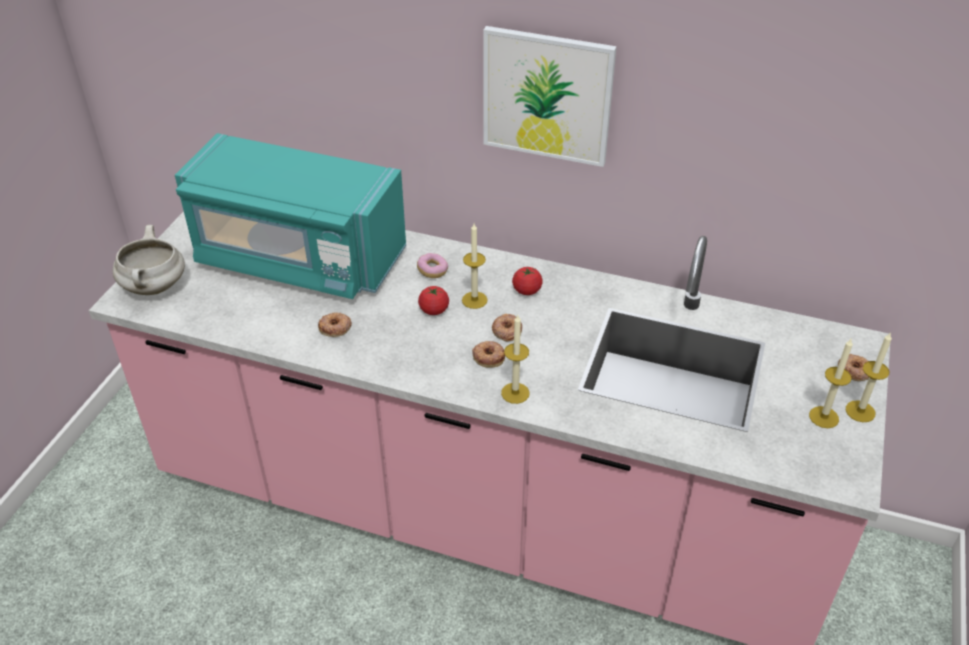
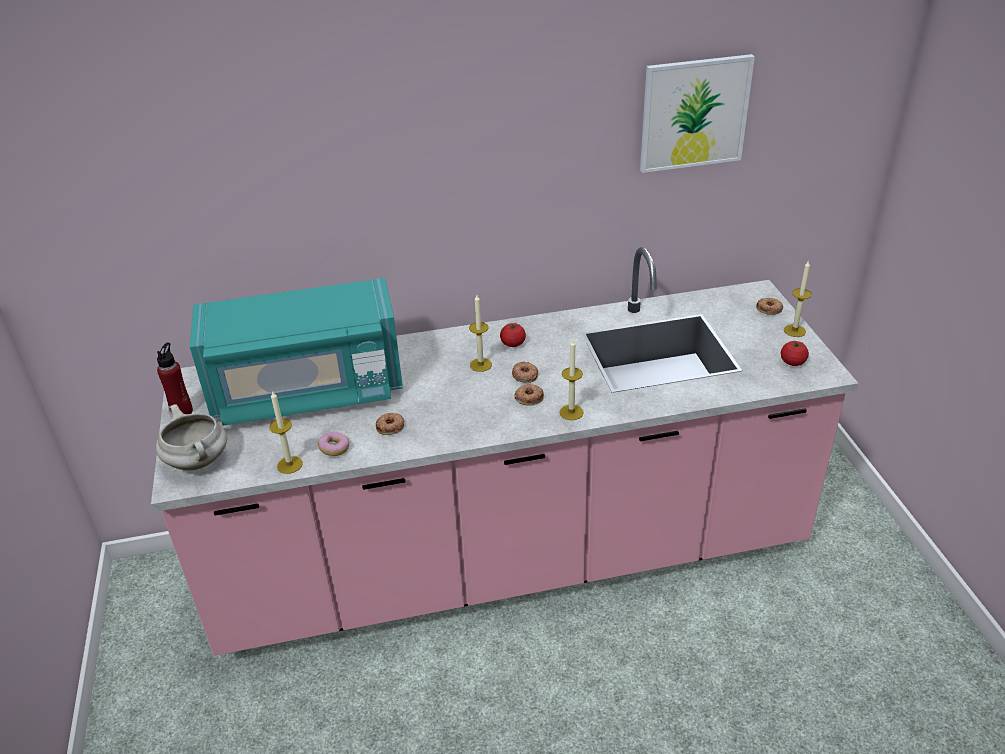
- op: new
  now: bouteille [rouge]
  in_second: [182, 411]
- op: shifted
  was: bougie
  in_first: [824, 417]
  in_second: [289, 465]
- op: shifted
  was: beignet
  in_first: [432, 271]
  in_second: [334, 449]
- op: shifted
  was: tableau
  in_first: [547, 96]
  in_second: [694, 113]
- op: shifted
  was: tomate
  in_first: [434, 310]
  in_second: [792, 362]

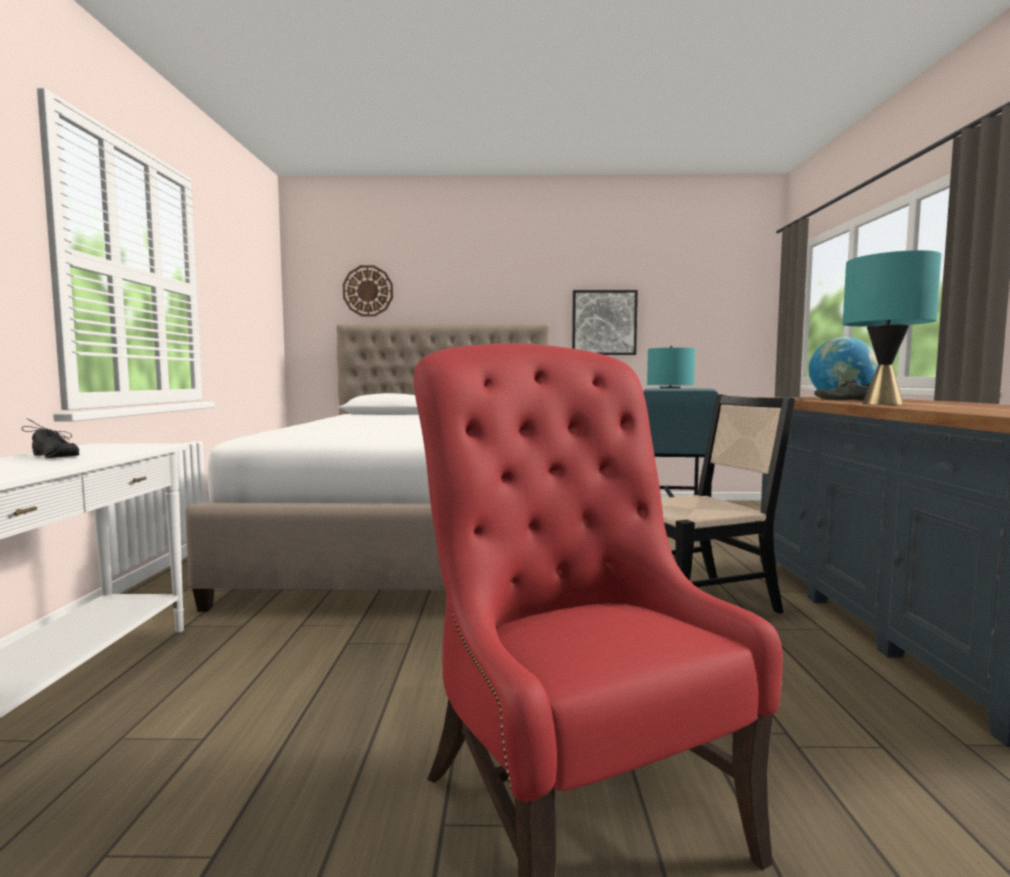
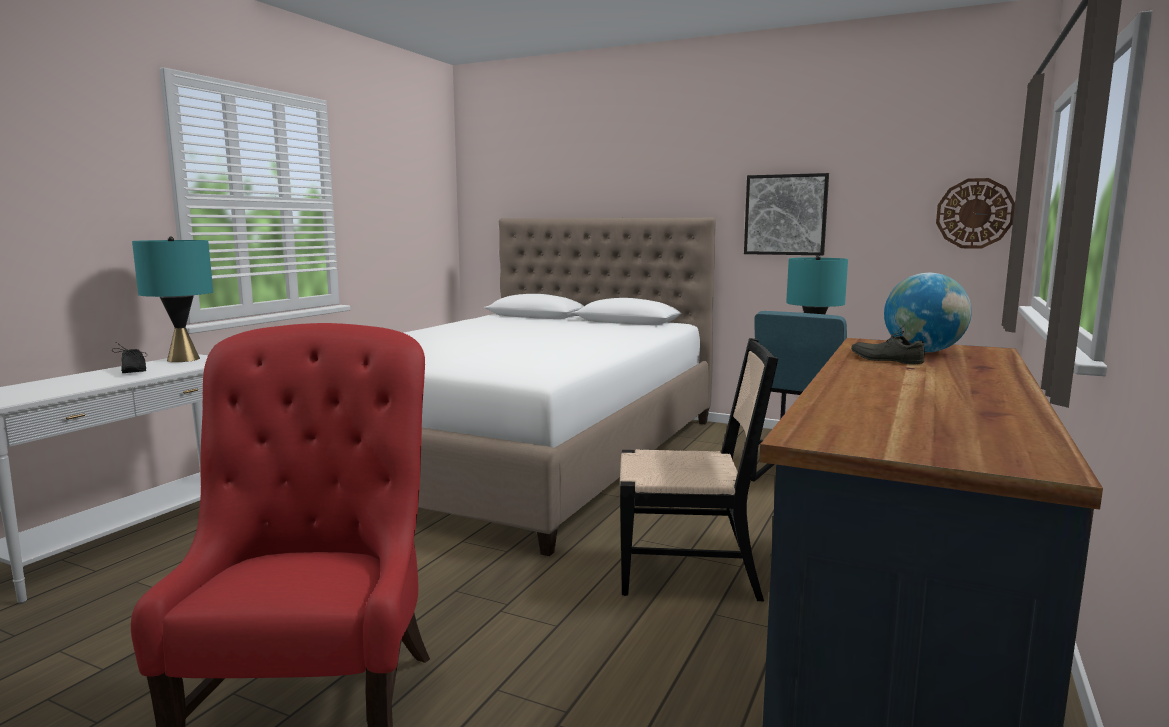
- op: shifted
  was: lampe de table [turquoise]
  in_first: [882, 404]
  in_second: [183, 359]
- op: shifted
  was: horloge murale
  in_first: [368, 291]
  in_second: [974, 213]

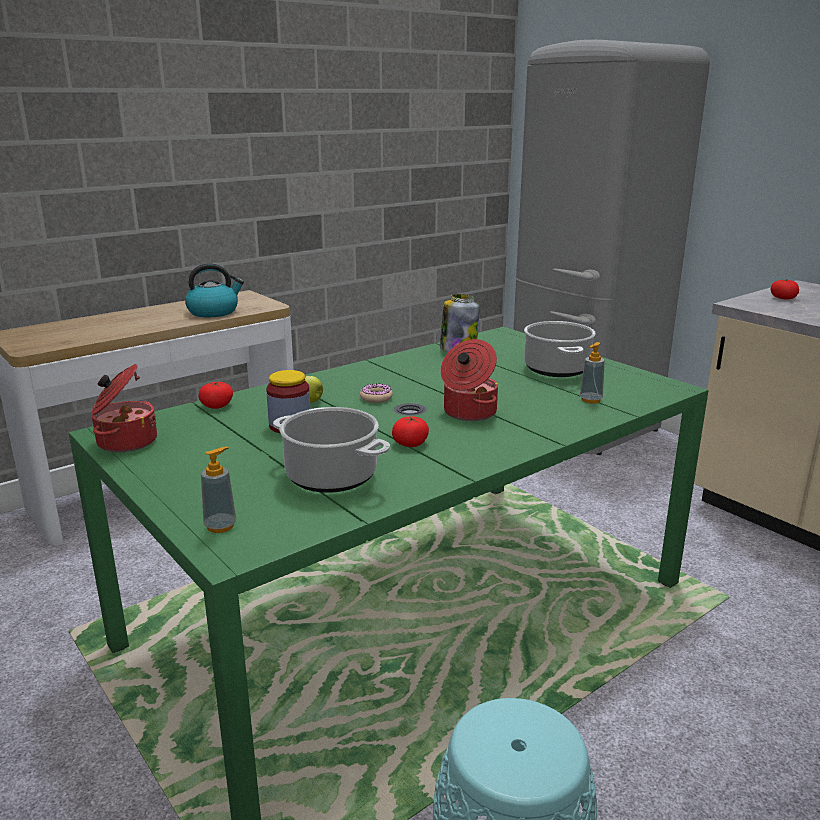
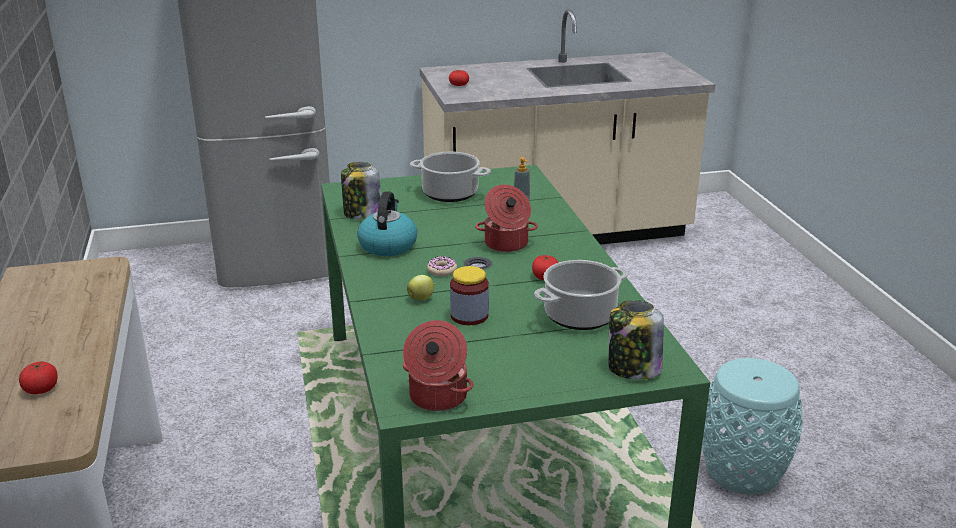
- op: shifted
  was: tomate
  in_first: [217, 405]
  in_second: [41, 388]
- op: shifted
  was: bouilloire
  in_first: [214, 312]
  in_second: [388, 245]
- op: swapped
  was: distributeur de savon
  now: bocal
  in_first: [220, 526]
  in_second: [633, 369]

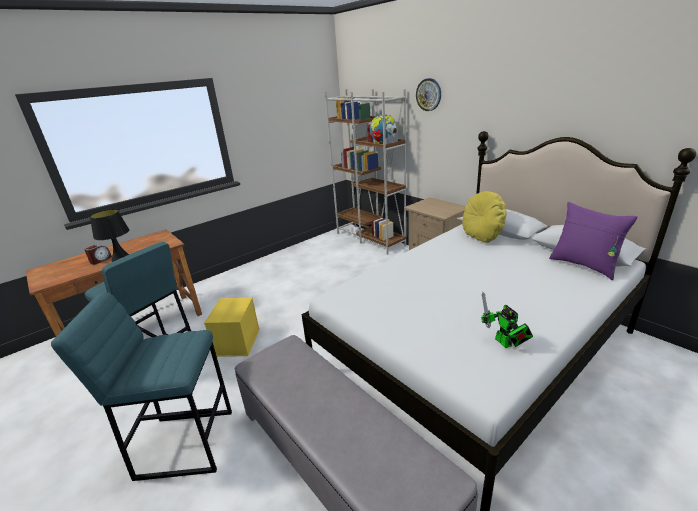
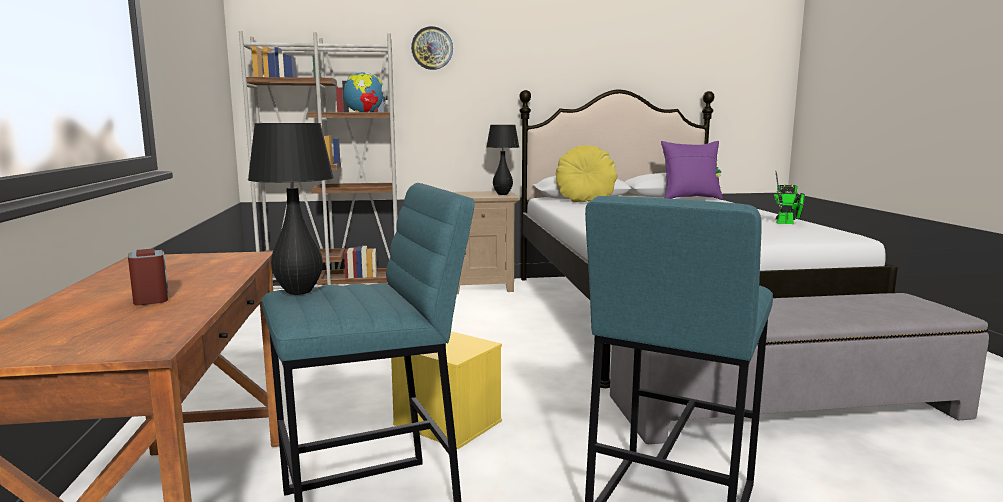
- op: new
  now: lampe de table [noir]
  in_second: [502, 194]

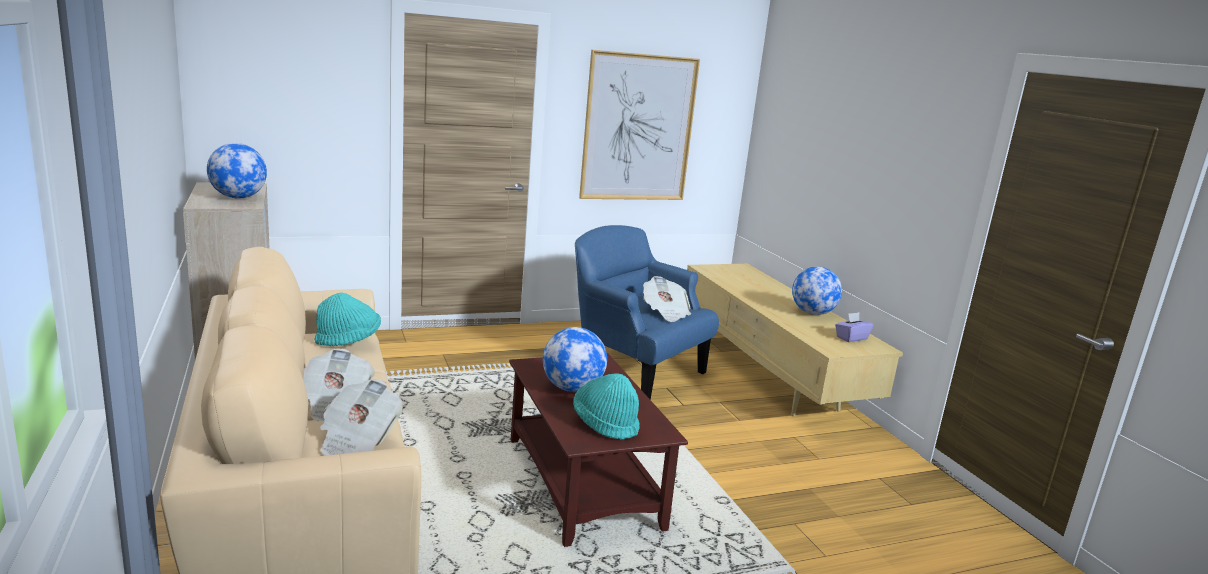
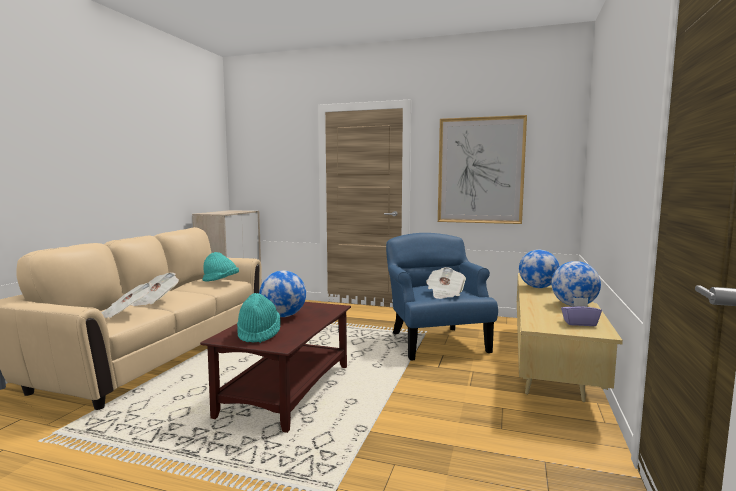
- op: shifted
  was: globe
  in_first: [238, 197]
  in_second: [537, 287]

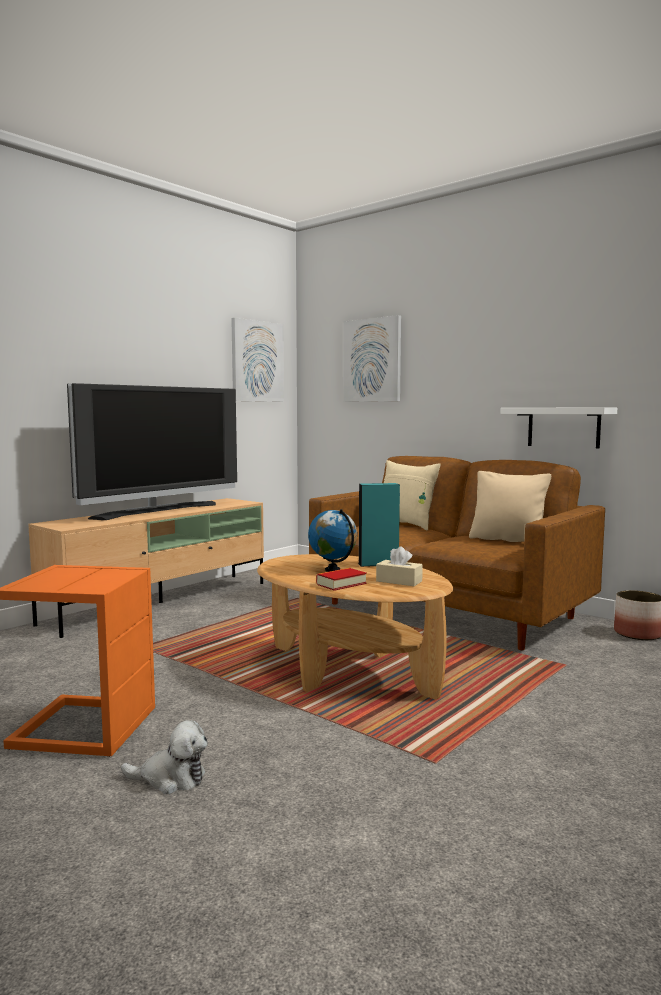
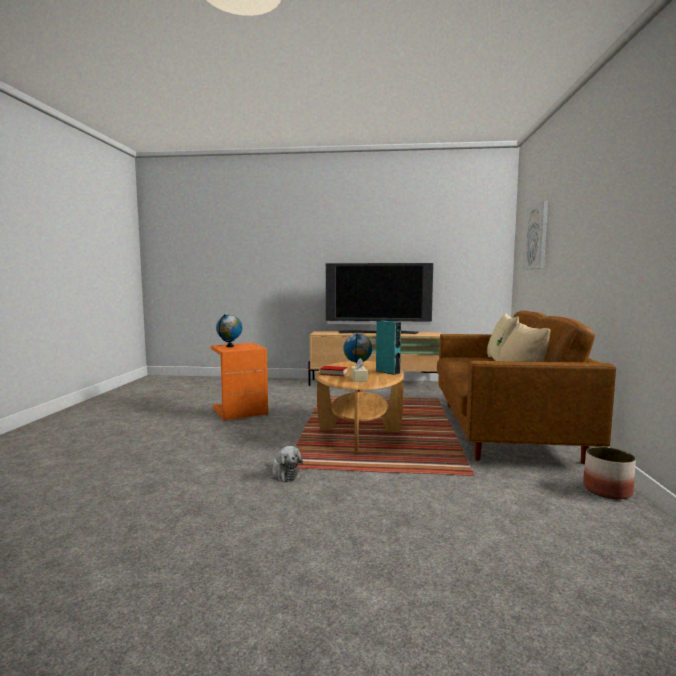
- op: new
  now: globe
  in_second: [230, 346]
- op: shifted
  was: peluche
  in_first: [170, 778]
  in_second: [285, 474]
- op: gone
  was: tableau
  in_first: [257, 361]
- op: gone
  was: étagère [blanc]
  in_first: [563, 427]

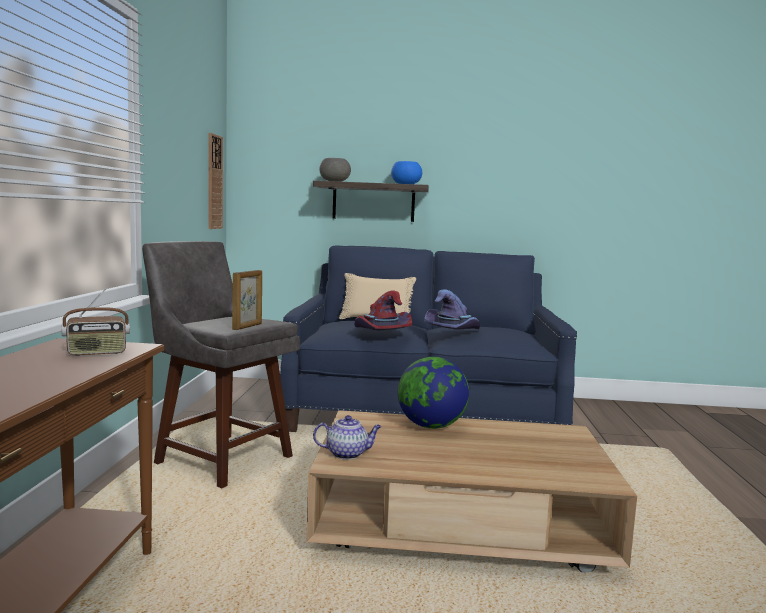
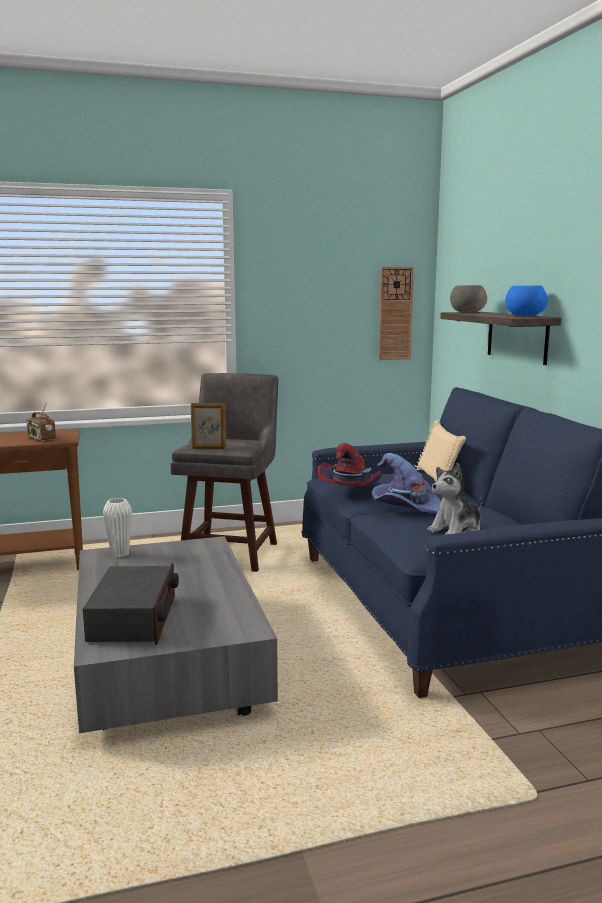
- op: repainted
  was: table basse [marron]
  now: table basse [gris]
  in_first: [459, 525]
  in_second: [167, 659]
- op: new
  now: radio
  in_second: [134, 618]
- op: swapped
  was: théière
  now: vase [blanc]
  in_first: [347, 454]
  in_second: [120, 554]
- op: new
  now: peluche
  in_second: [456, 530]
- op: gone
  was: globe
  in_first: [431, 426]

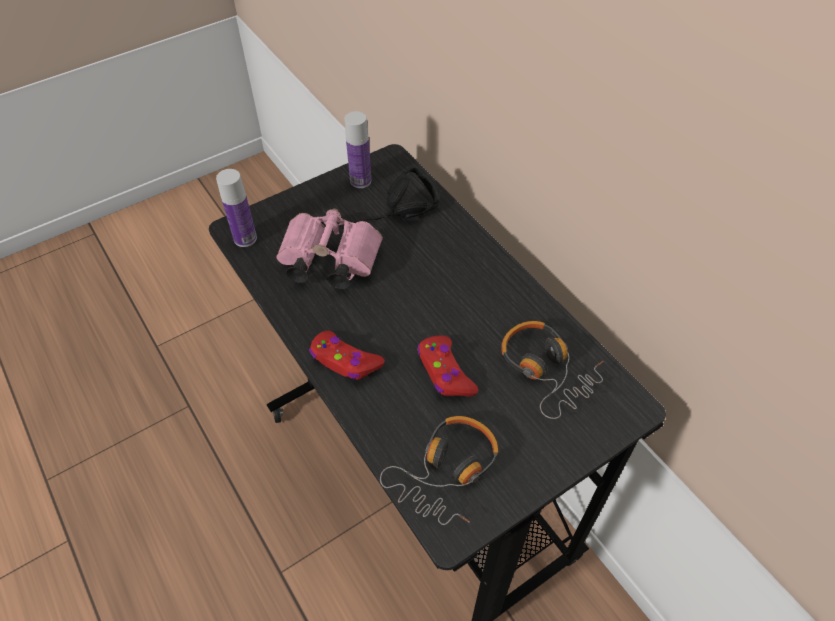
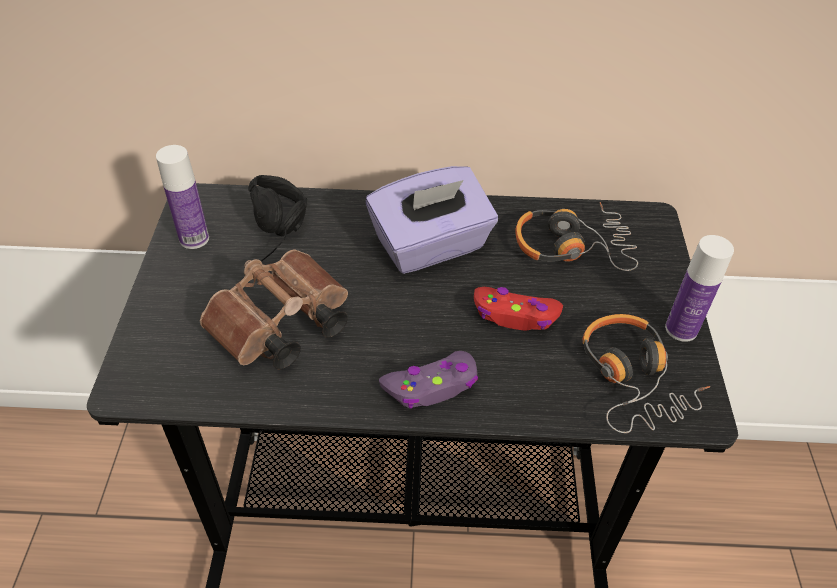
- op: repainted
  was: jumelles [rose]
  now: jumelles [marron]
  in_first: [327, 262]
  in_second: [279, 329]
- op: new
  now: boîte à mouchoirs [violet]
  in_second: [431, 246]
- op: repainted
  was: manette [rouge]
  now: manette [violet]
  in_first: [345, 361]
  in_second: [432, 386]
- op: shifted
  was: bouteille
  in_first: [245, 238]
  in_second: [681, 329]

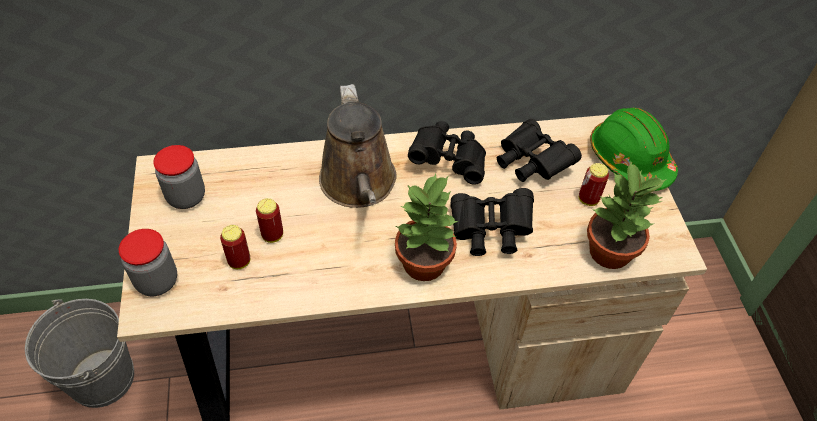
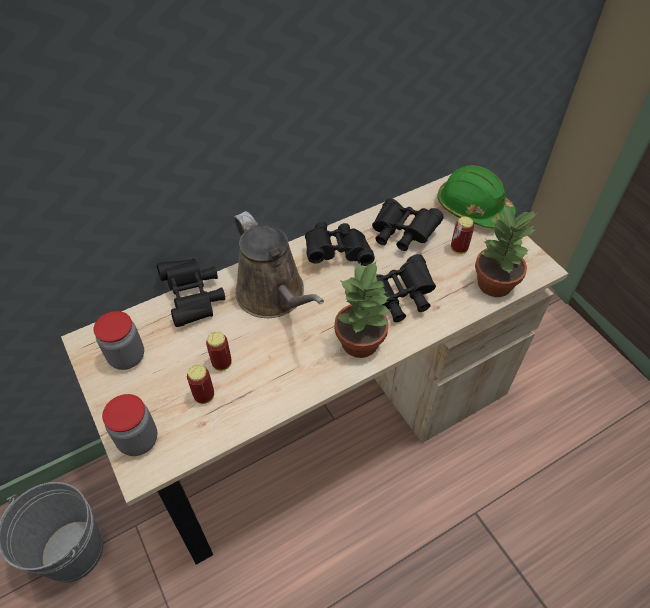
- op: new
  now: jumelles [noir]
  in_second: [194, 299]

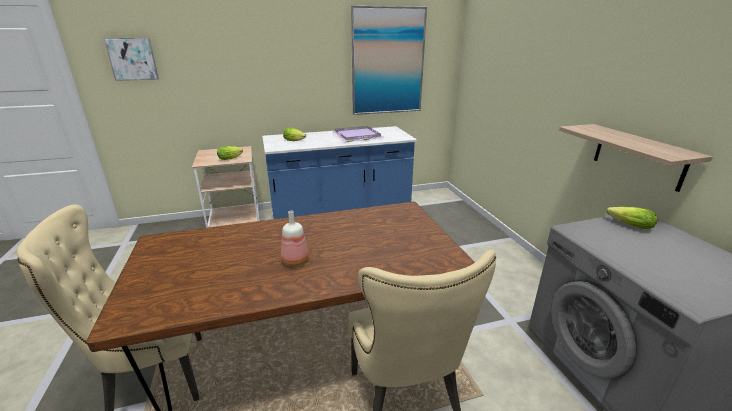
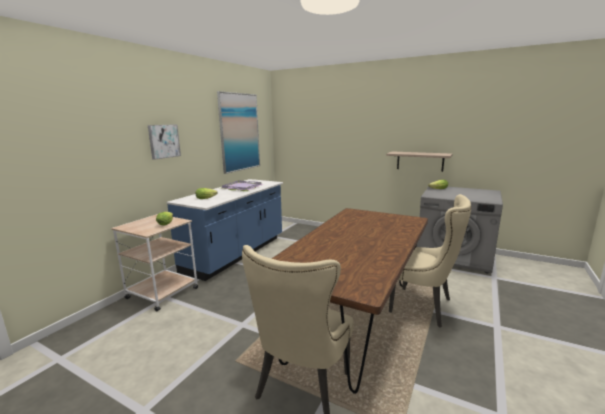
- op: shifted
  was: tableau
  in_first: [132, 59]
  in_second: [163, 141]
- op: gone
  was: bouteille
  in_first: [294, 261]

